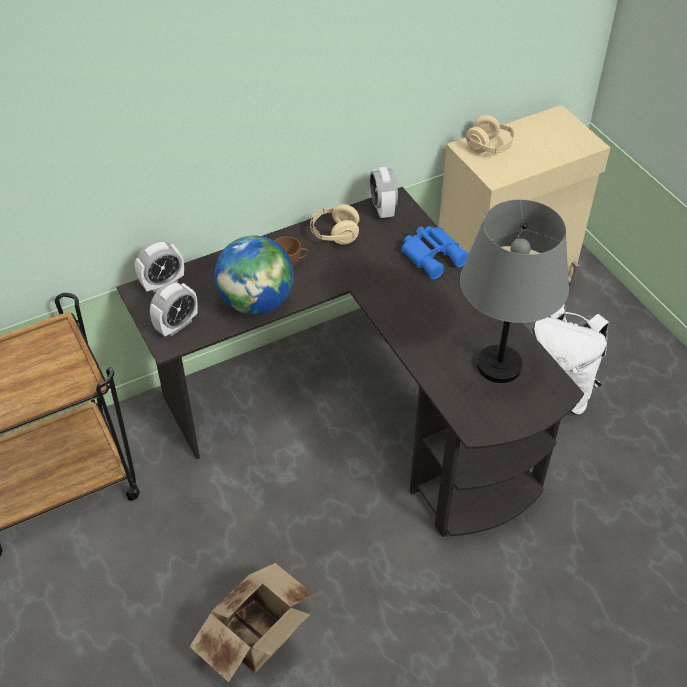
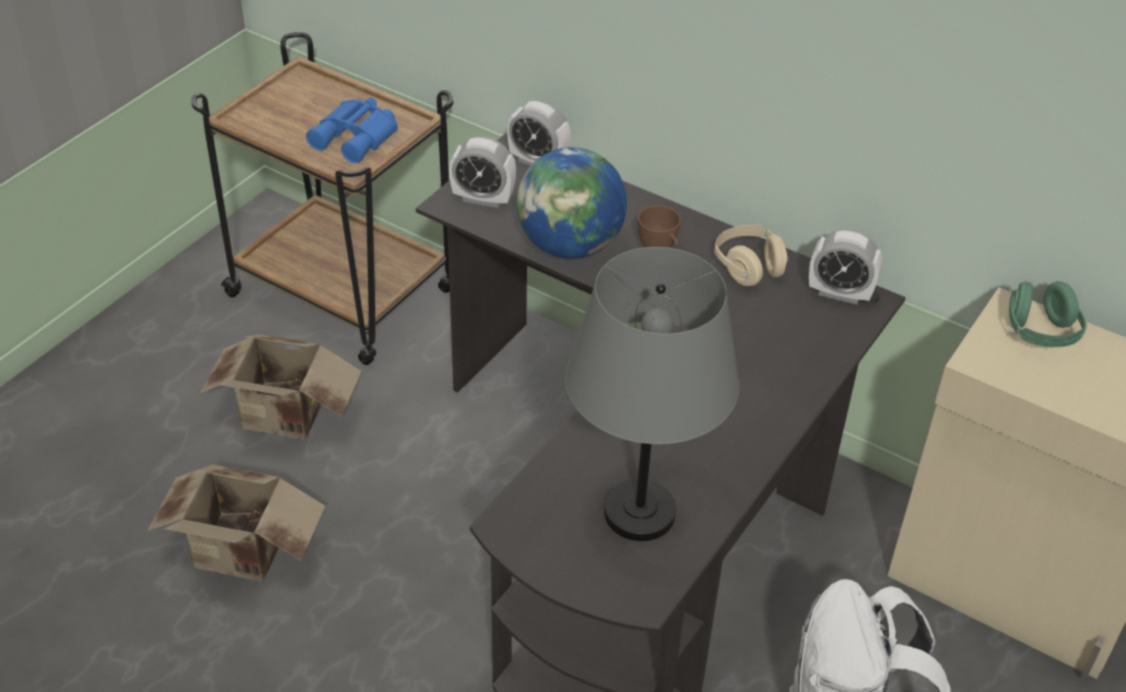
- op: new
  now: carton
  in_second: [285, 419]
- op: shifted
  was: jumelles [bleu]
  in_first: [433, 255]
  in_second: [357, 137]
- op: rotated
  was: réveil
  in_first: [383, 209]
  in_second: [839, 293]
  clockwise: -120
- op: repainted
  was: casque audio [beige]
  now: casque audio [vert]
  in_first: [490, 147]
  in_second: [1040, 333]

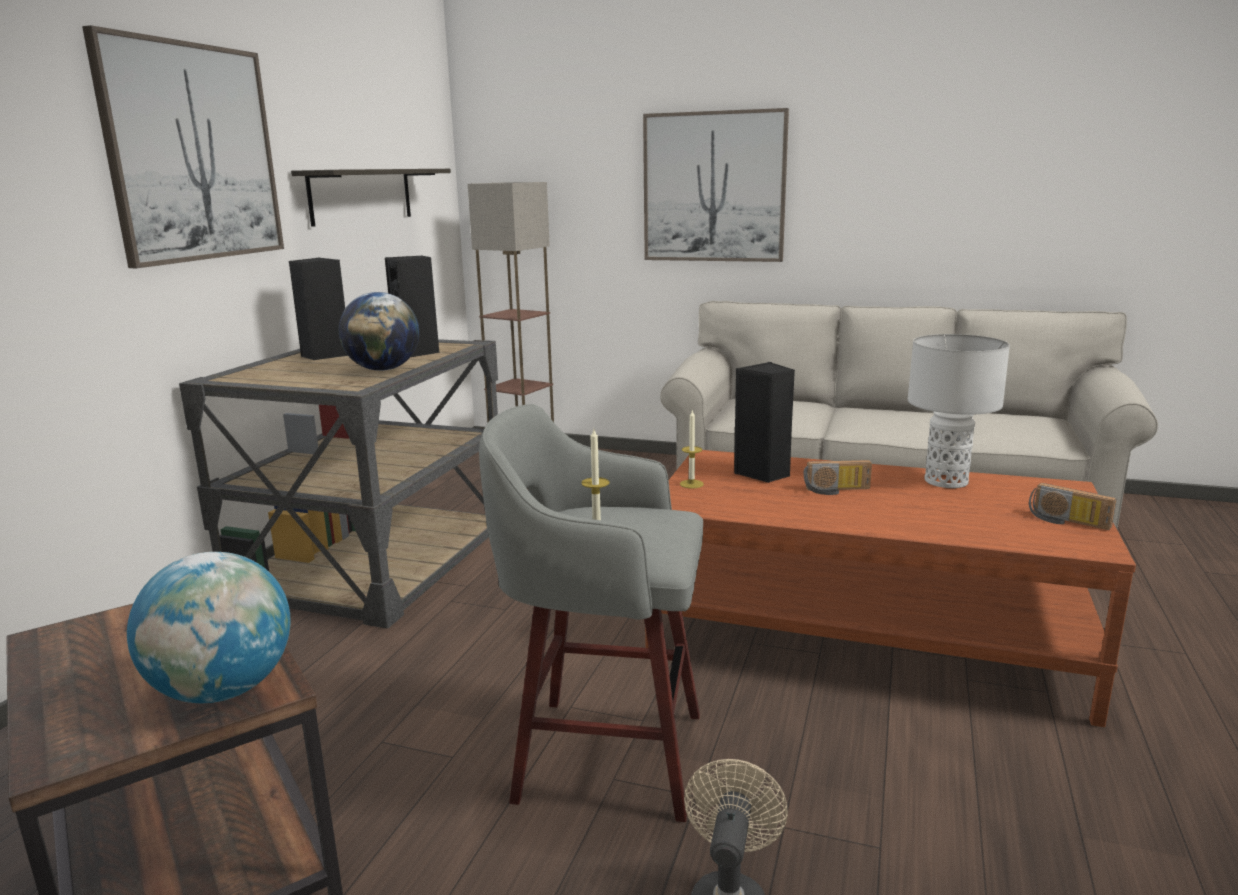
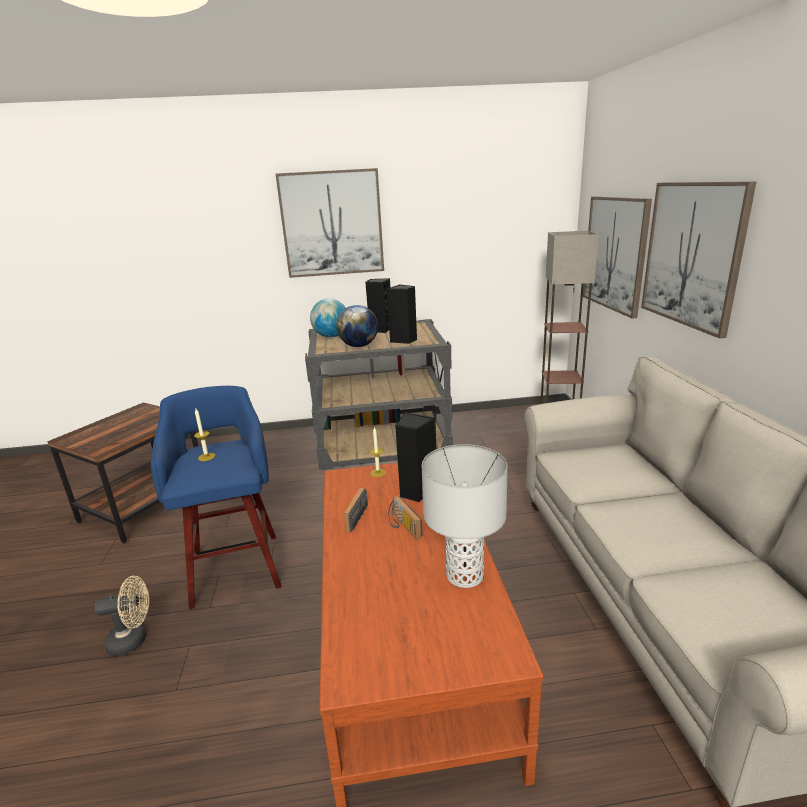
- op: repainted
  was: tabouret [gris]
  now: tabouret [bleu]
  in_first: [603, 754]
  in_second: [236, 566]
- op: shifted
  was: globe
  in_first: [223, 690]
  in_second: [331, 336]
- op: shifted
  was: radio
  in_first: [1066, 522]
  in_second: [353, 516]
- op: new
  now: tableau
  in_second: [615, 254]
- op: gone
  was: étagère
  in_first: [361, 195]

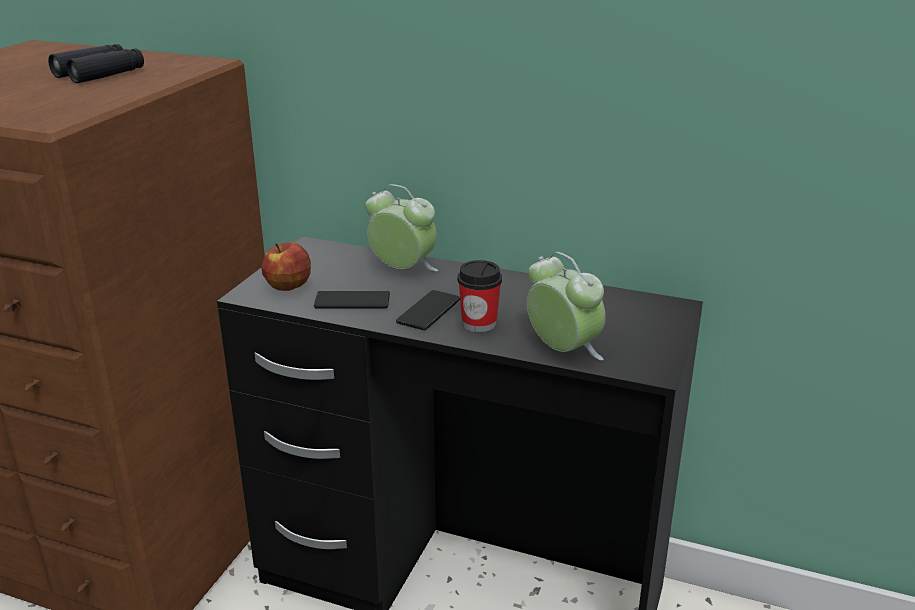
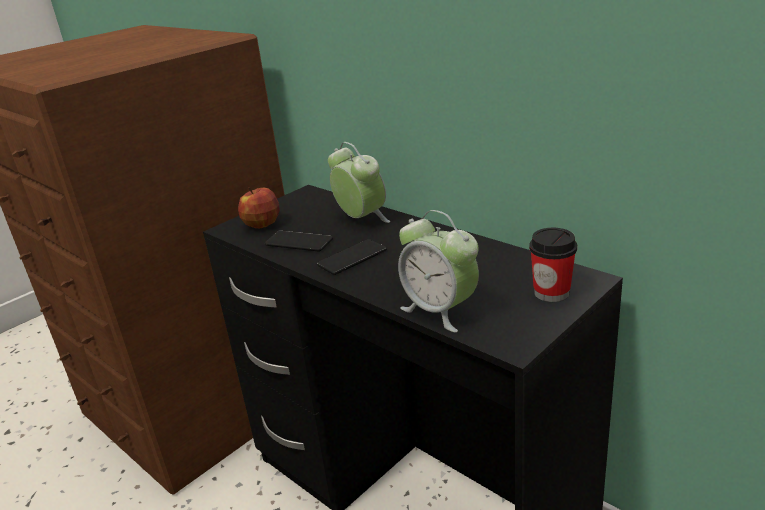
- op: rotated
  was: réveil
  in_first: [562, 351]
  in_second: [440, 311]
  clockwise: 150
- op: shifted
  was: tasse
  in_first: [479, 324]
  in_second: [551, 292]
- op: gone
  was: jumelles [noir]
  in_first: [99, 73]

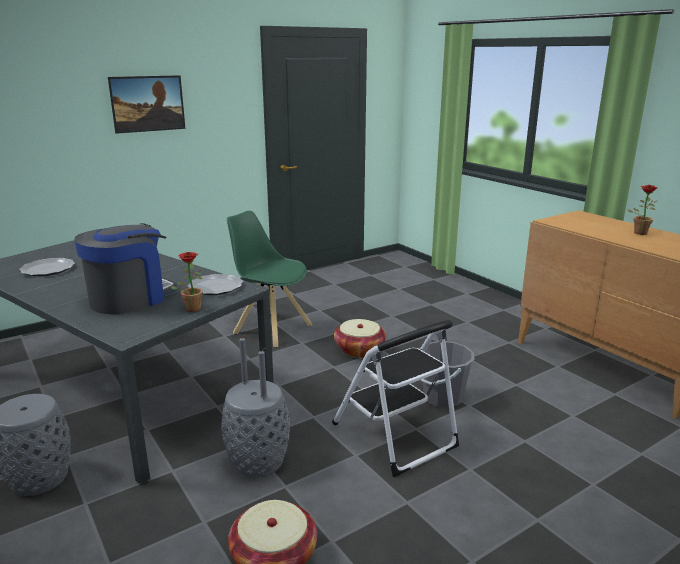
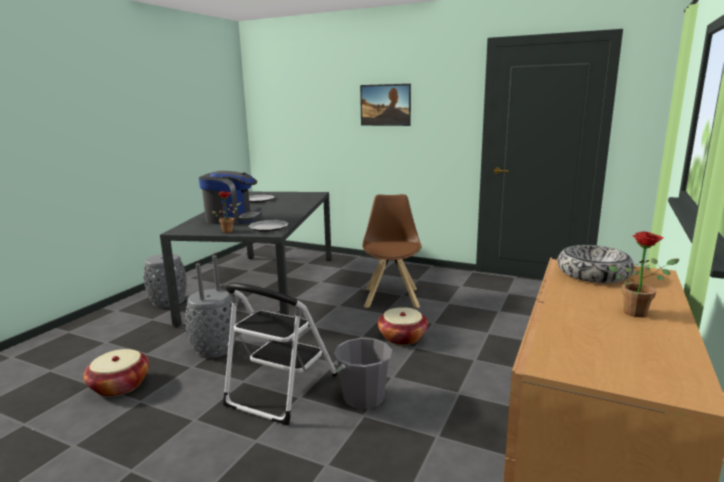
- op: repainted
  was: chaise [vert]
  now: chaise [marron]
  in_first: [271, 328]
  in_second: [391, 297]
- op: new
  now: bol
  in_second: [593, 274]

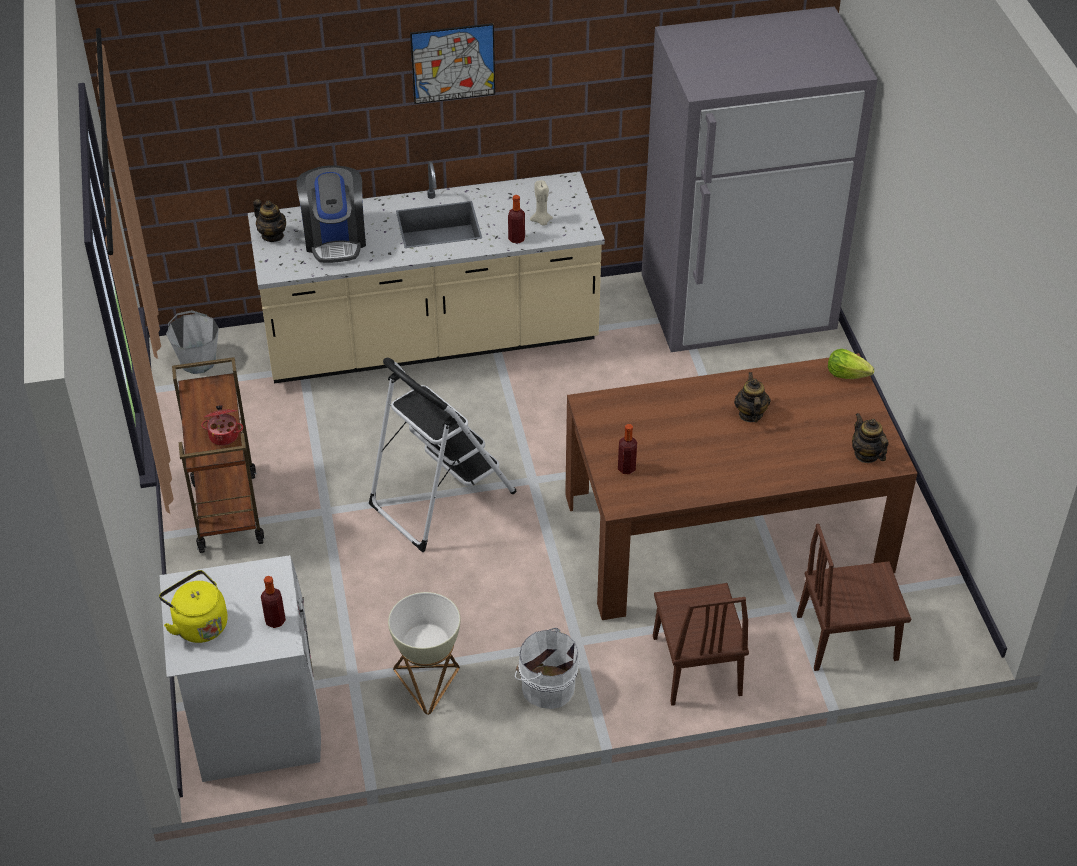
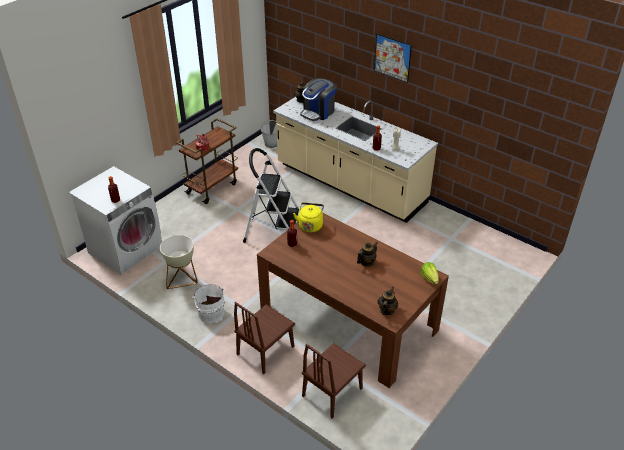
- op: shifted
  was: bouilloire [jaune]
  in_first: [198, 624]
  in_second: [310, 225]
- op: rotated
  was: chaise [marron]
  in_first: [847, 637]
  in_second: [332, 392]
  clockwise: -90
- op: gone
  was: réfrigérateur [gris]
  in_first: [739, 302]

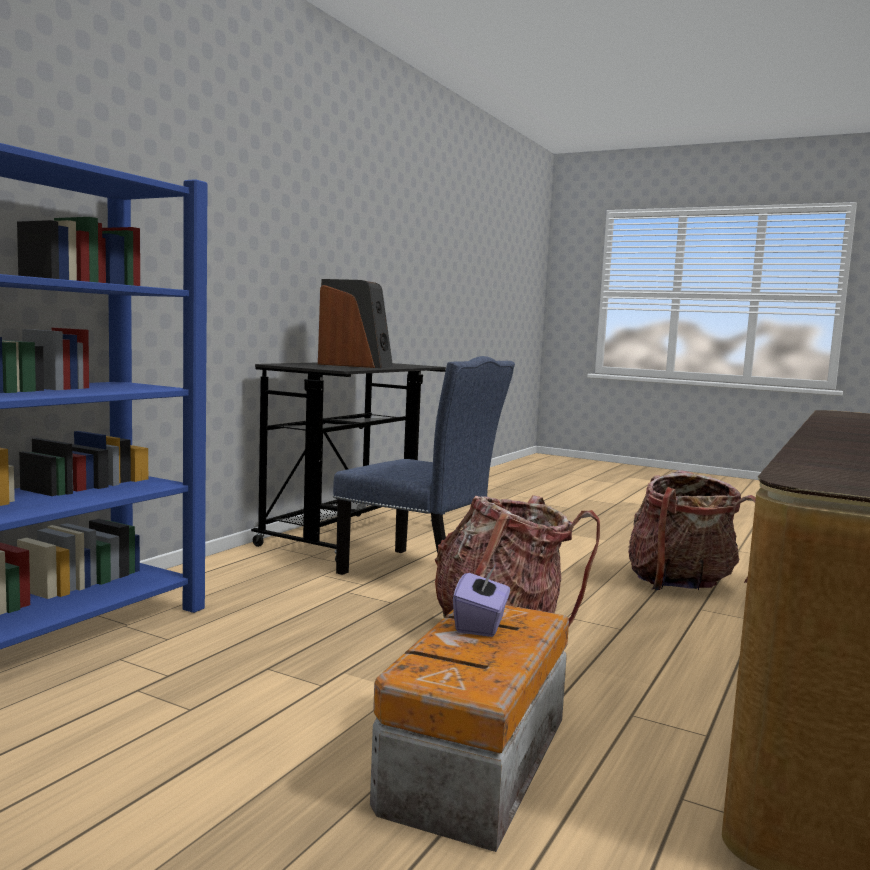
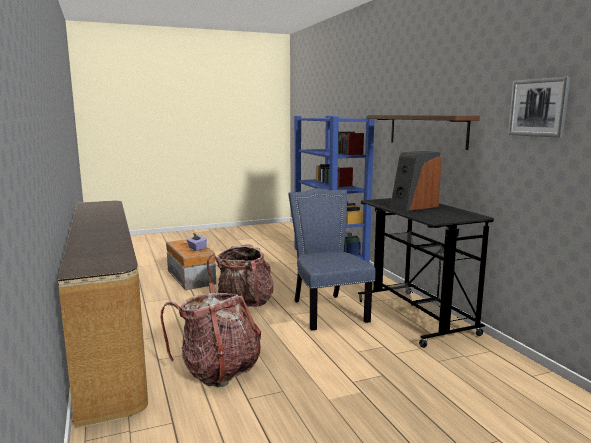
- op: rotated
  was: chaise [bleu]
  in_first: [418, 573]
  in_second: [328, 312]
  clockwise: 90
- op: new
  now: étagère [marron]
  in_second: [426, 130]
- op: new
  now: tableau
  in_second: [538, 107]

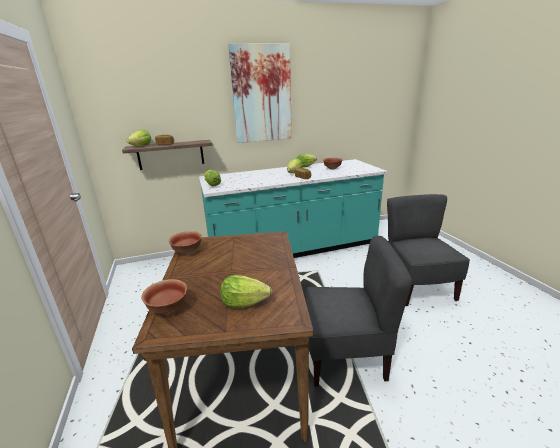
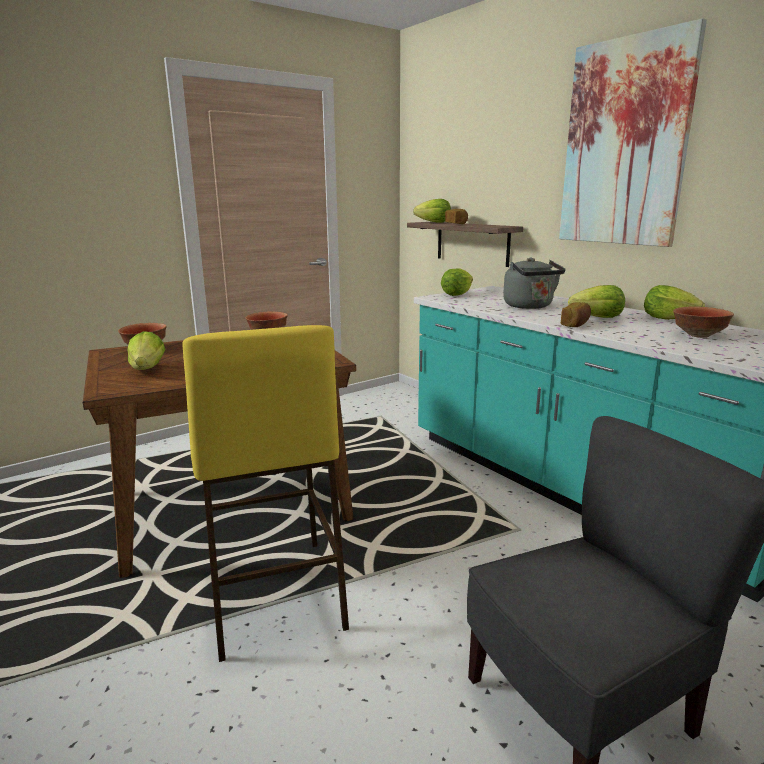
- op: swapped
  was: chaise [gris]
  now: tabouret [jaune]
  in_first: [345, 356]
  in_second: [274, 596]
- op: new
  now: bouilloire [gris]
  in_second: [530, 306]

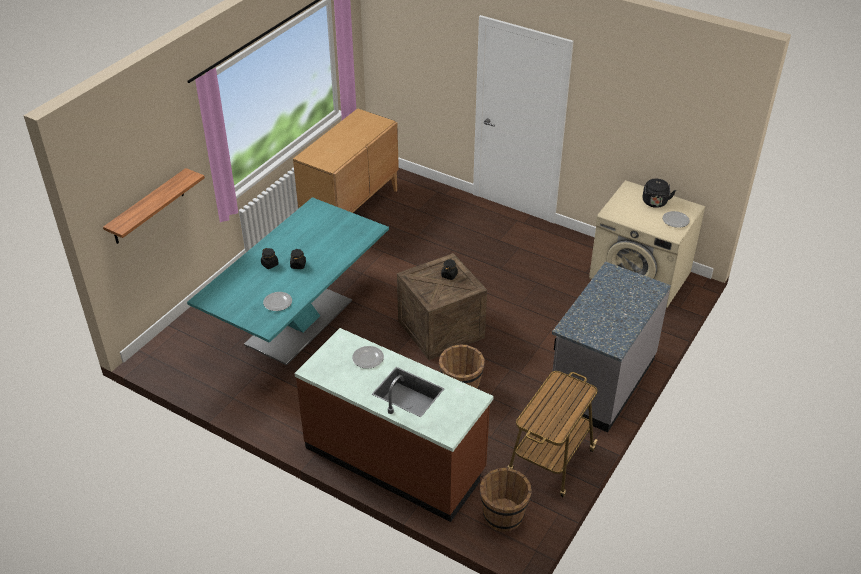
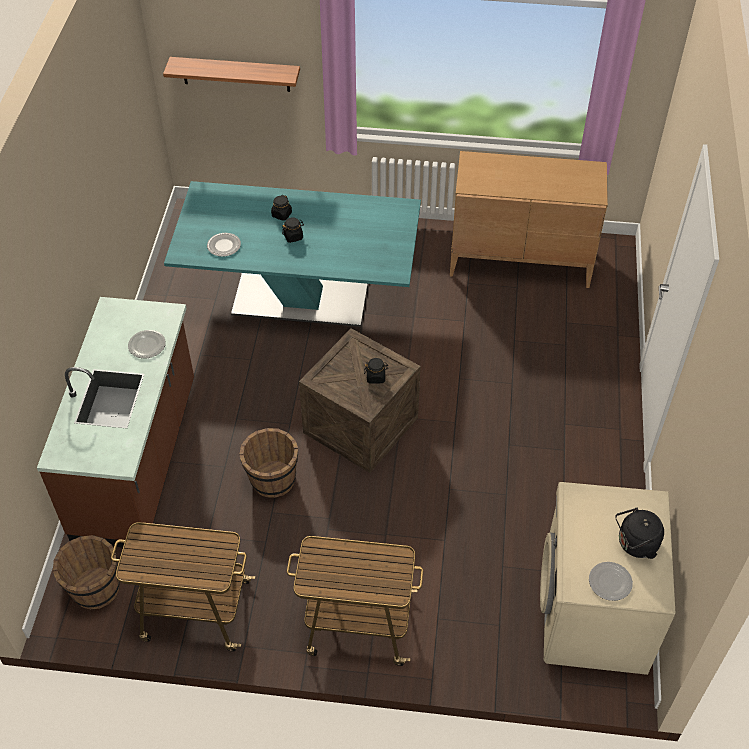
- op: swapped
  was: comptoir de cuisine [gris]
  now: chariot
  in_first: [601, 381]
  in_second: [357, 624]

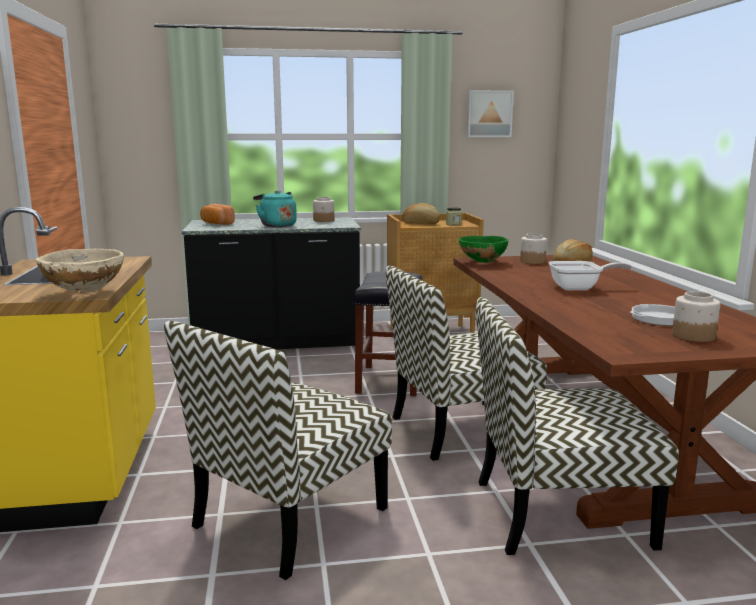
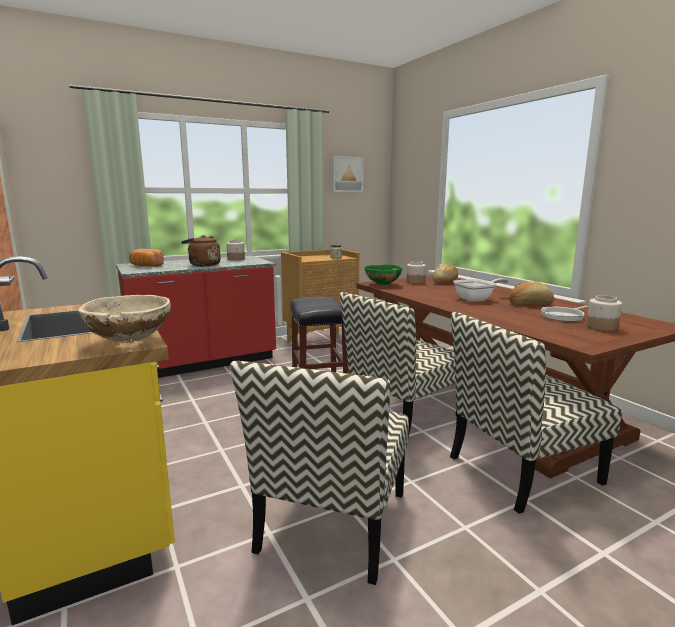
- op: repainted
  was: comptoir de cuisine [noir]
  now: comptoir de cuisine [rouge]
  in_first: [277, 342]
  in_second: [203, 363]
- op: repainted
  was: bouilloire [turquoise]
  now: bouilloire [marron]
  in_first: [276, 225]
  in_second: [203, 265]
- op: shifted
  was: pain
  in_first: [420, 223]
  in_second: [530, 304]

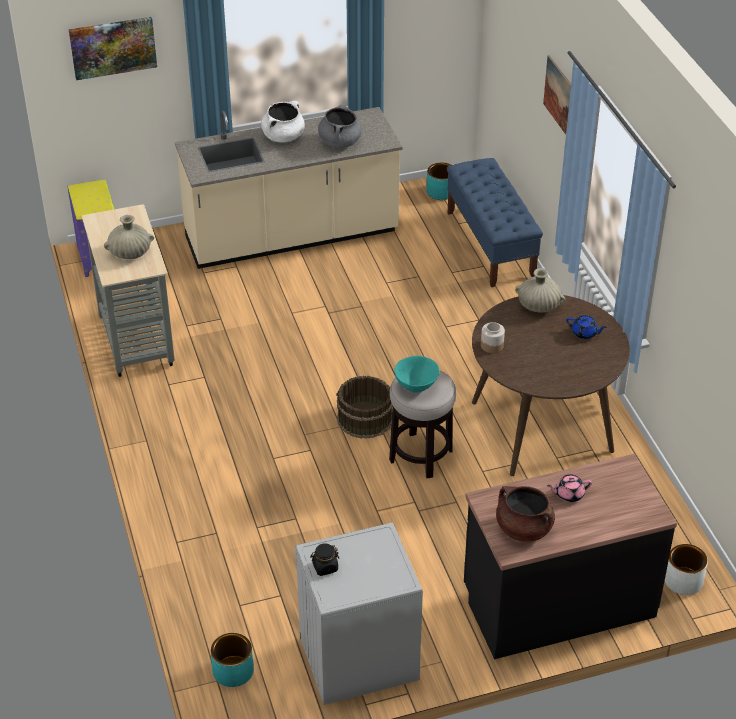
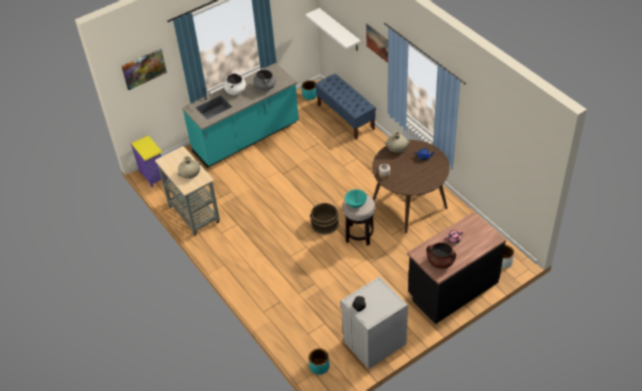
- op: repainted
  was: comptoir de cuisine [beige]
  now: comptoir de cuisine [turquoise]
  in_first: [292, 237]
  in_second: [246, 138]
- op: new
  now: étagère [blanc]
  in_second: [339, 30]

